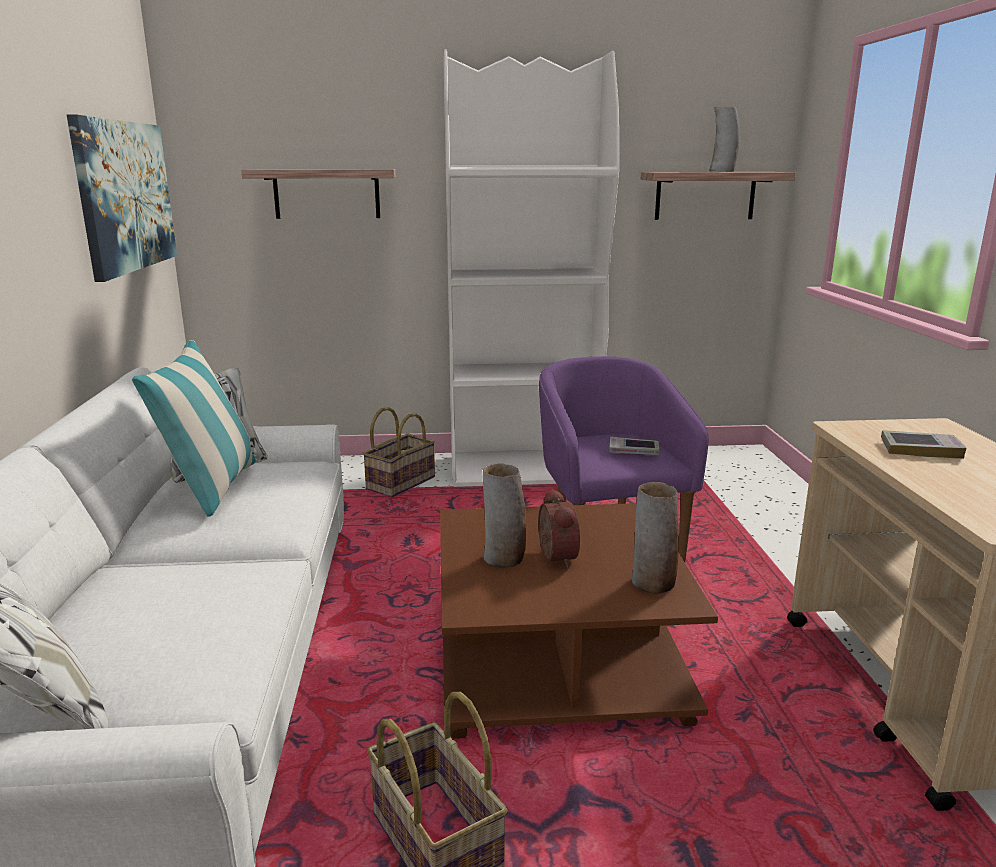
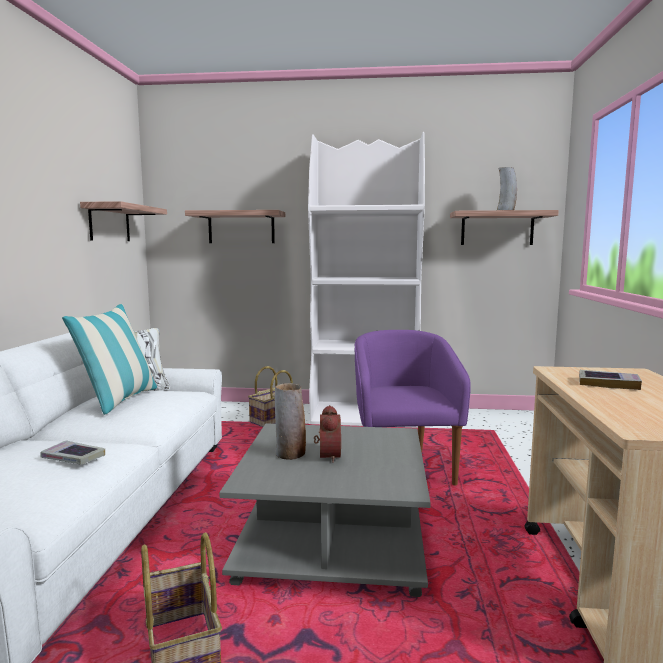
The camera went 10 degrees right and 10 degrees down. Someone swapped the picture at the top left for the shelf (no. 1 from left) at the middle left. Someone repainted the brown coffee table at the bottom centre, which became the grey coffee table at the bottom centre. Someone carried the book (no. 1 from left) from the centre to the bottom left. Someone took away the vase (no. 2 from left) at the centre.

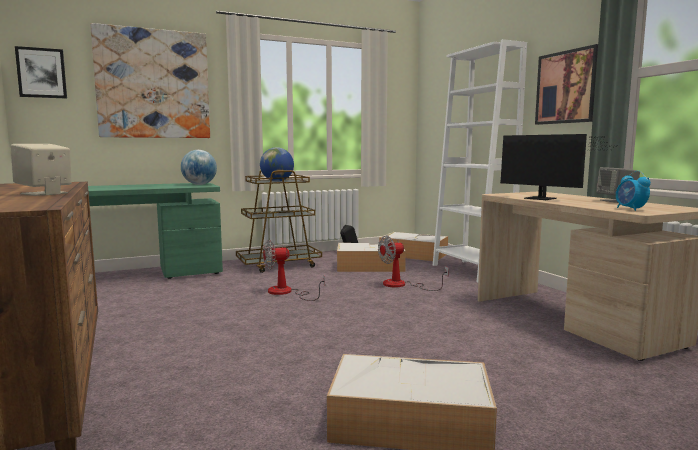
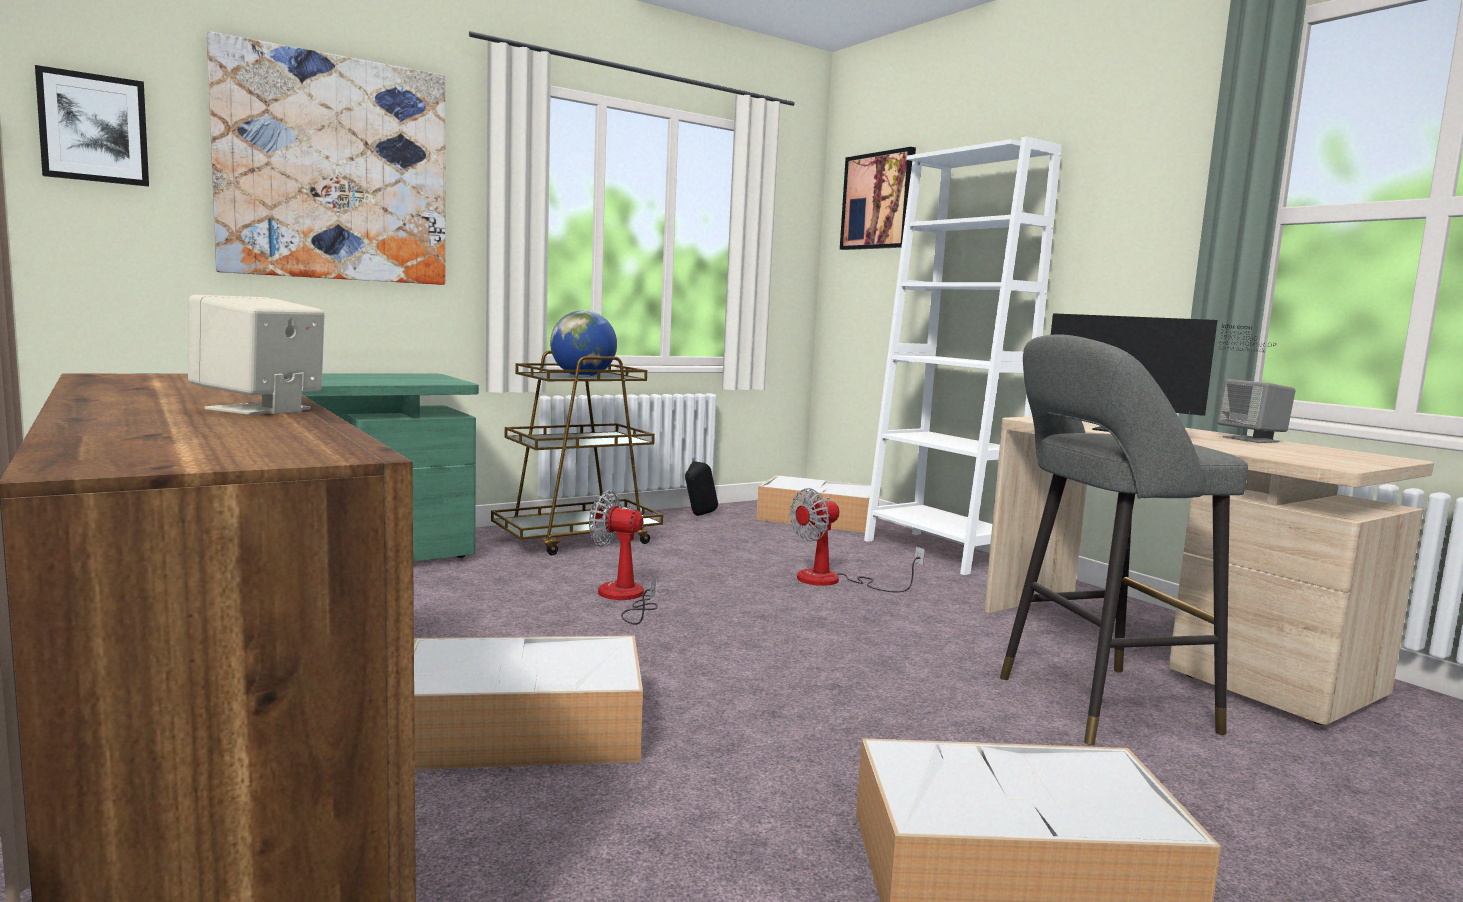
The camera went 10 degrees left and 0 degrees up. Someone took away the globe (no. 1 from left) at the middle left. Someone rotated the fan (no. 1 from left) at the centre by 45 degrees clockwise. Someone carried the storage box (no. 1 from left) from the centre to the bottom centre. Someone carried the picture (no. 3 from left) from the top right to the top centre. Someone took away the alarm clock at the middle right. Someone put down the grey stool at the middle right.

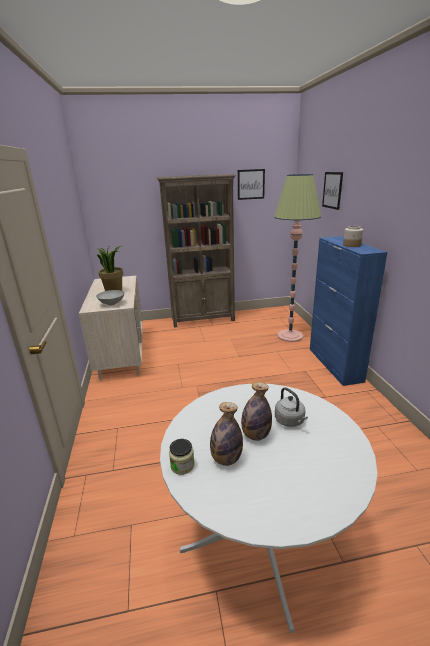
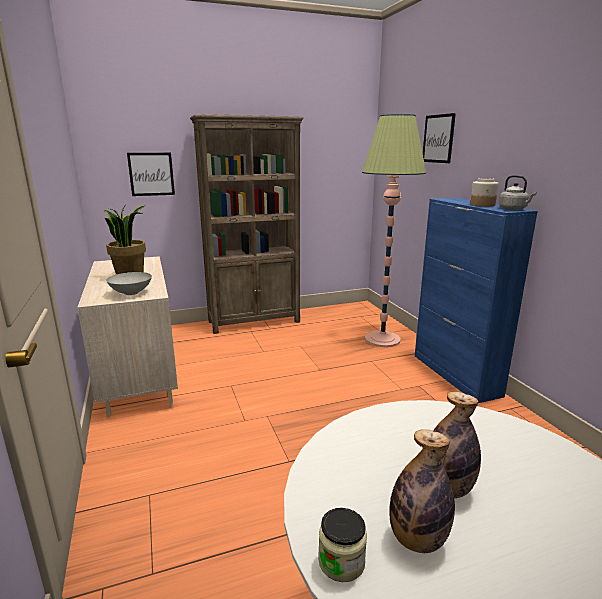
The camera went 10 degrees left and 5 degrees down. Someone carried the picture (no. 1 from left) from the top centre to the top left. Someone carried the grey kettle from the middle right to the top right.

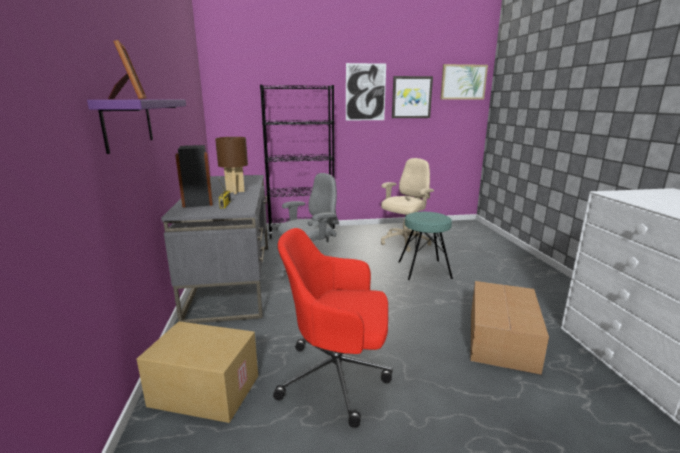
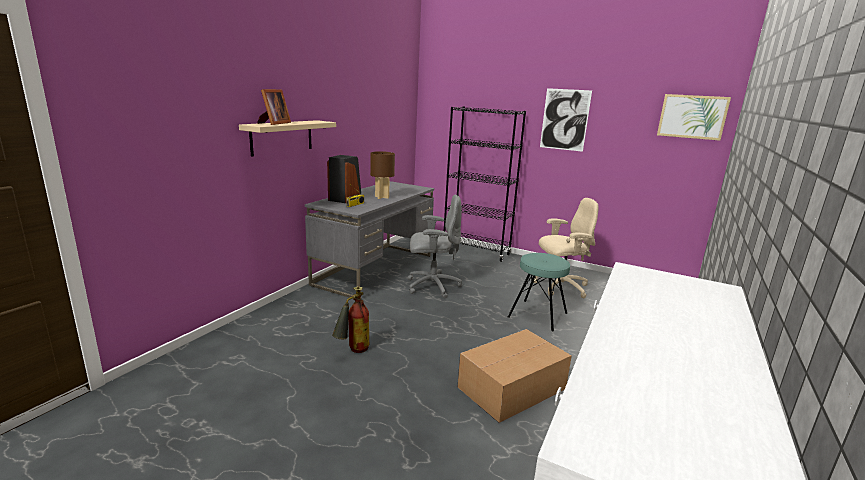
The camera went 35 degrees right and 0 degrees up. Someone repainted the purple shelf at the top left, which became the beige shelf at the top left. Someone took away the cardboard box (no. 1 from left) at the bottom left. Someone swapped the red office chair at the bottom centre for the fire extinguisher at the centre. Someone took away the picture (no. 2 from left) at the top centre.

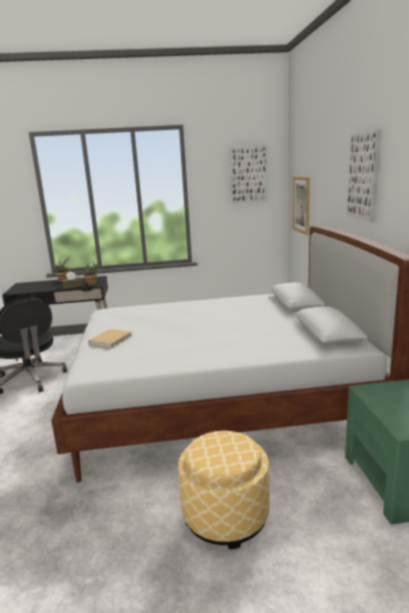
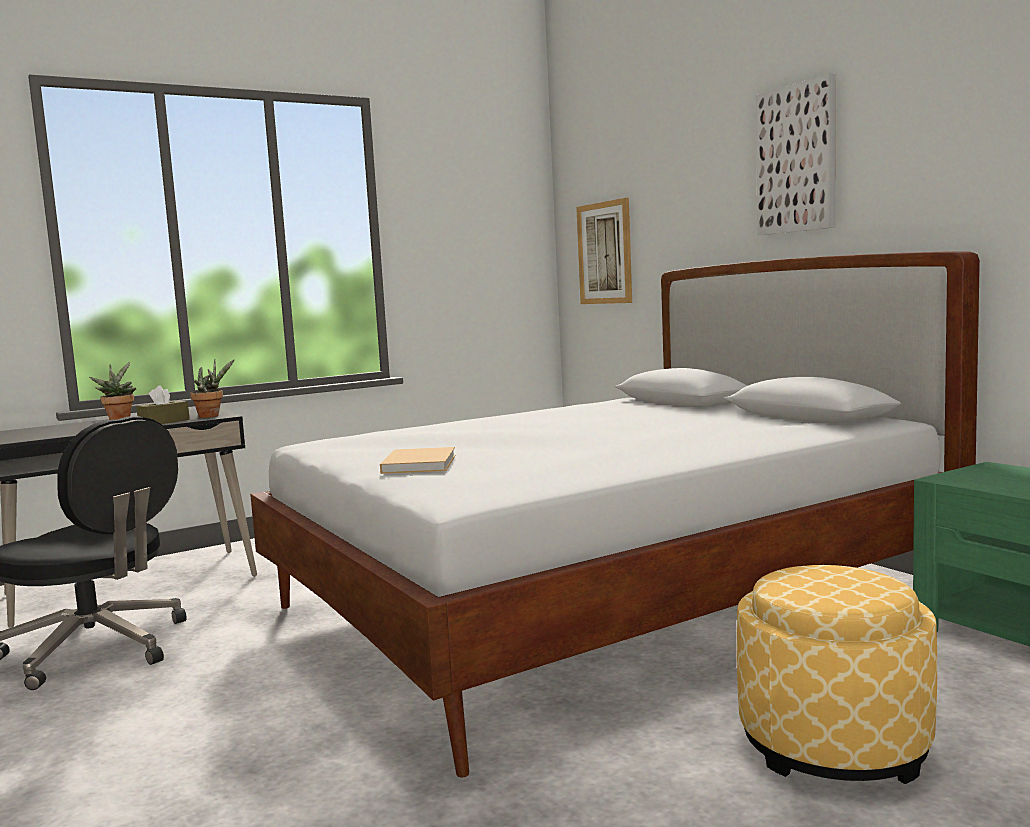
The camera went 25 degrees left and 10 degrees down. Someone took away the picture (no. 1 from left) at the top centre.

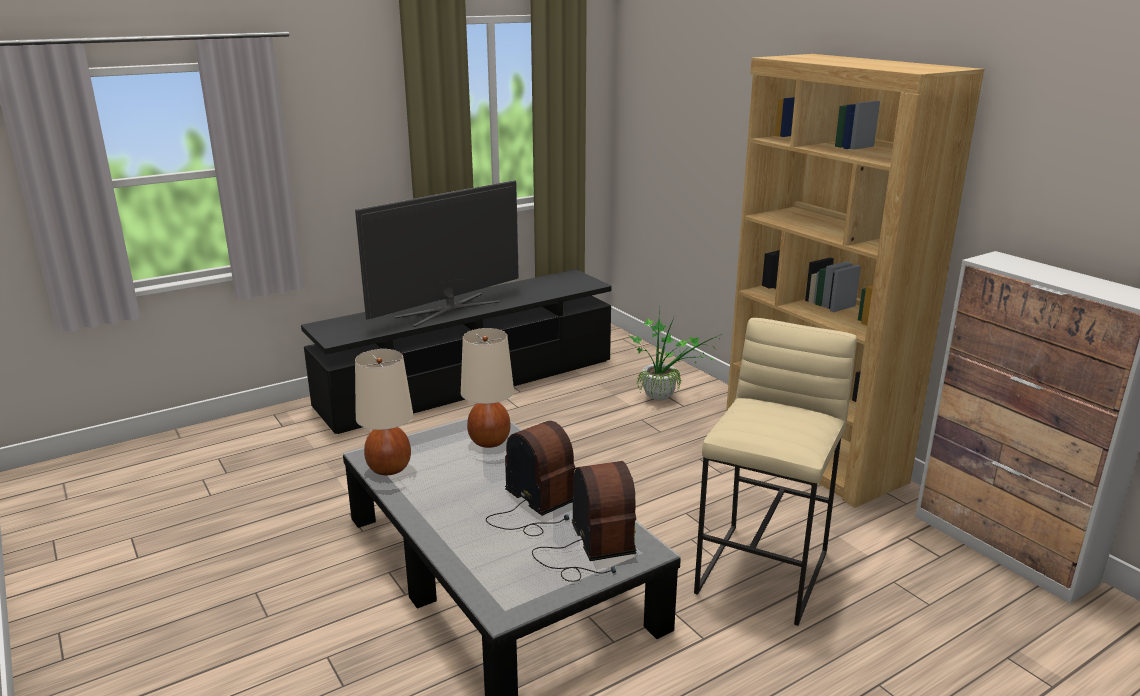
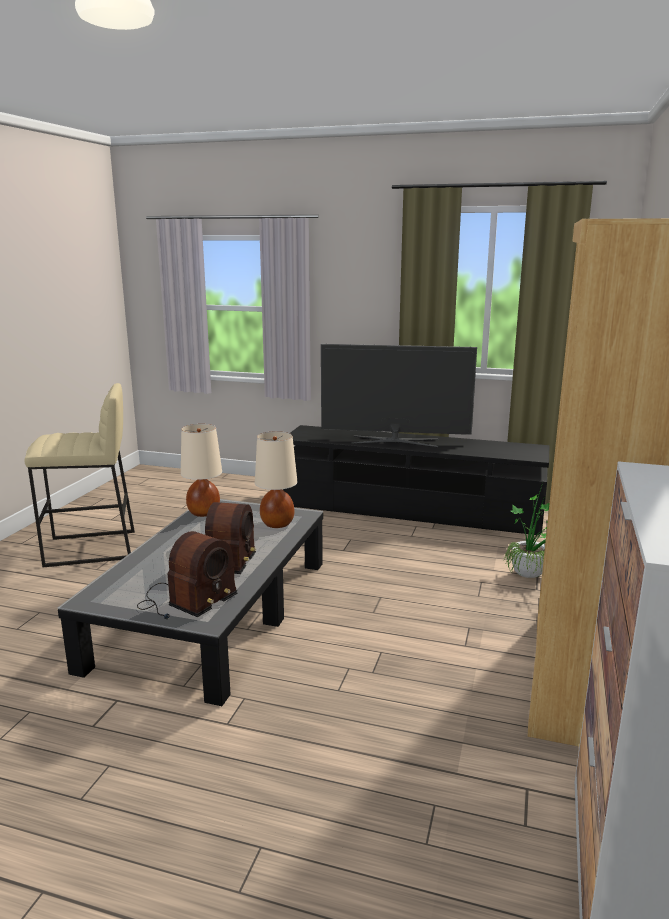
The camera went 50 degrees right and 5 degrees down. Someone carried the beige stool from the bottom right to the middle left.

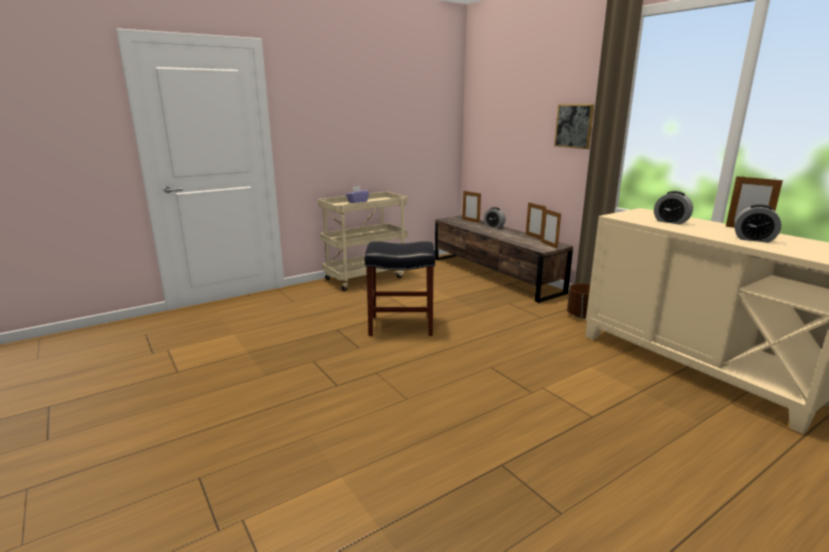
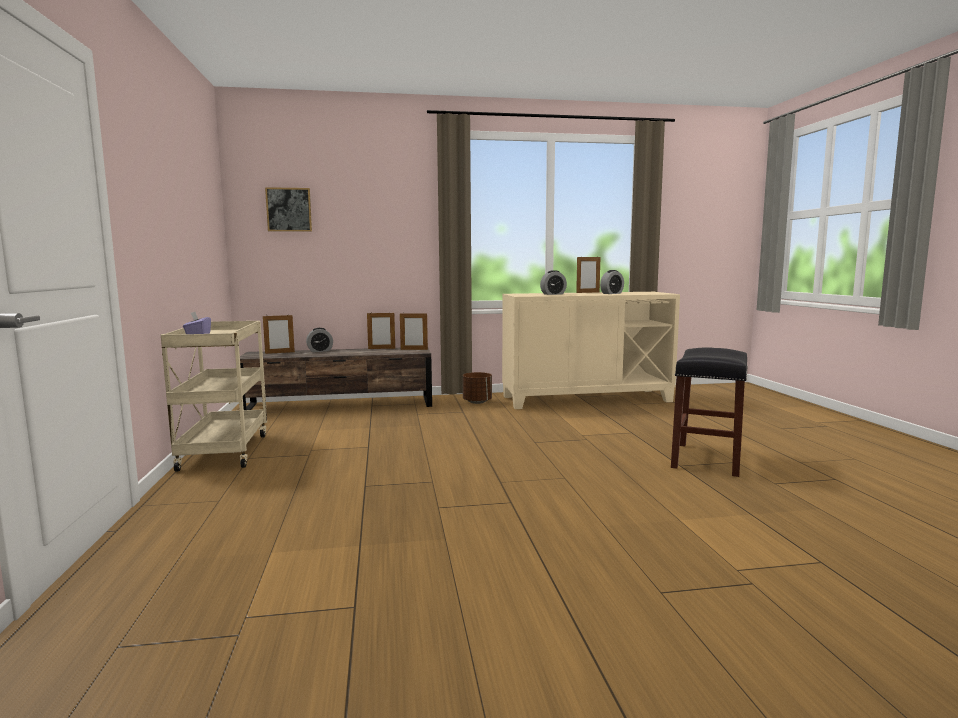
The camera went 65 degrees left and 10 degrees down. Someone carried the black stool from the centre to the middle right. Someone carried the picture from the top right to the top left.

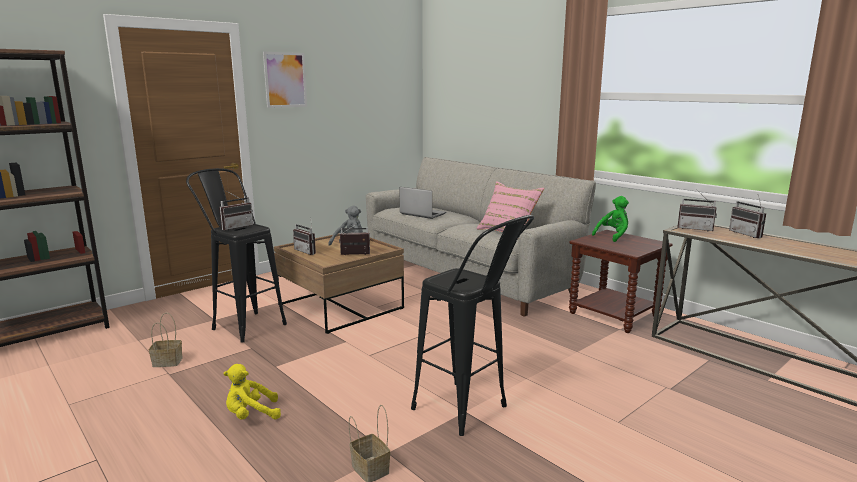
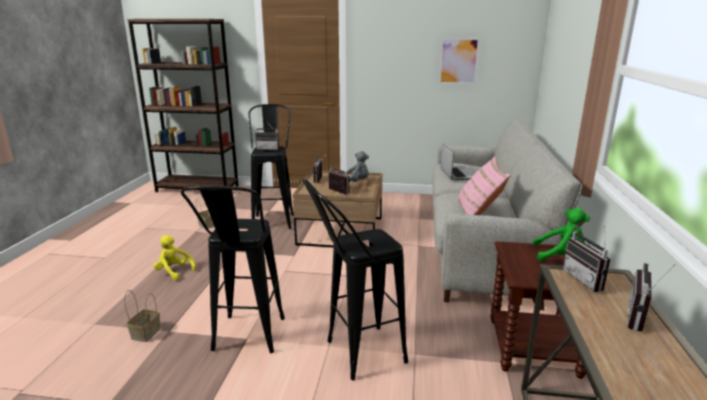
The camera went 50 degrees right and 5 degrees up. Someone carried the picture from the top left to the top centre. Someone put down the black stool (no. 3 from left) at the bottom centre.

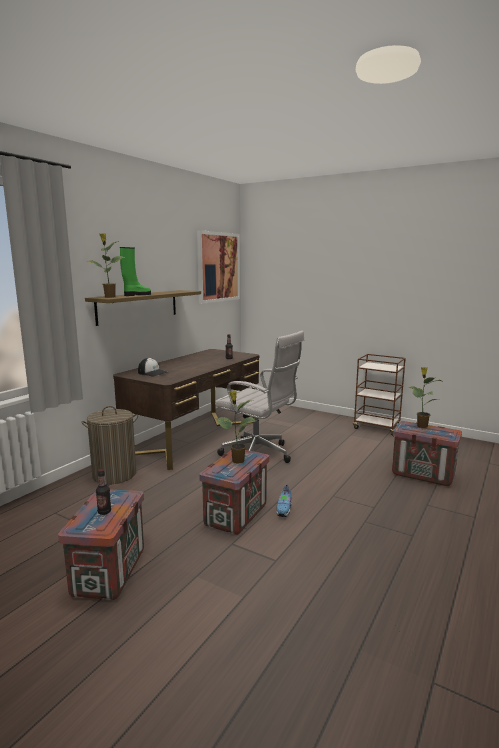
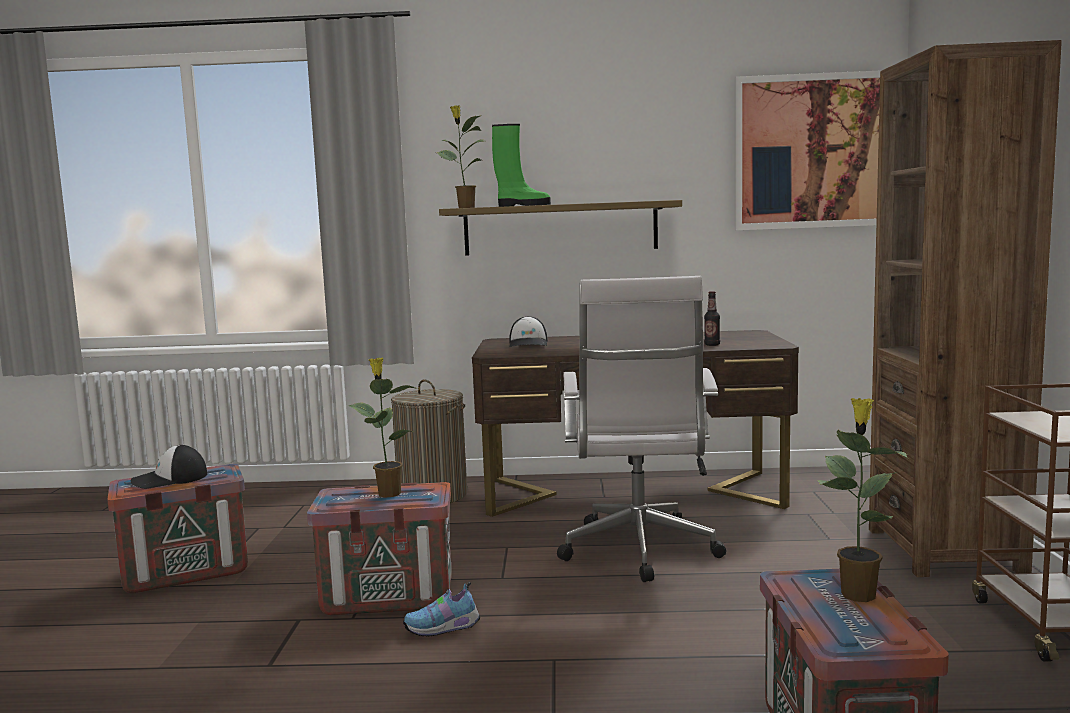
The camera went 60 degrees right and 5 degrees down. Someone swapped the bottle (no. 1 from left) at the middle left for the cap (no. 1 from left) at the middle left. Someone put down the brown bookcase at the middle right.

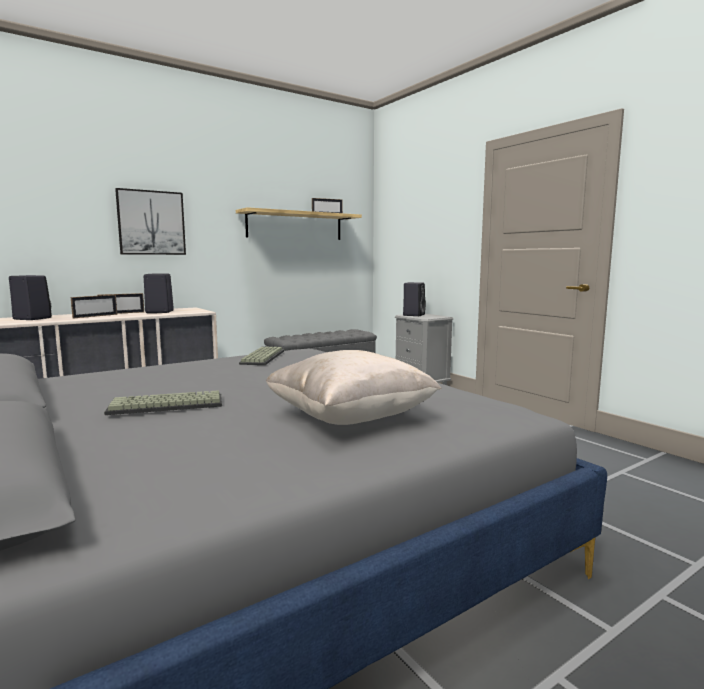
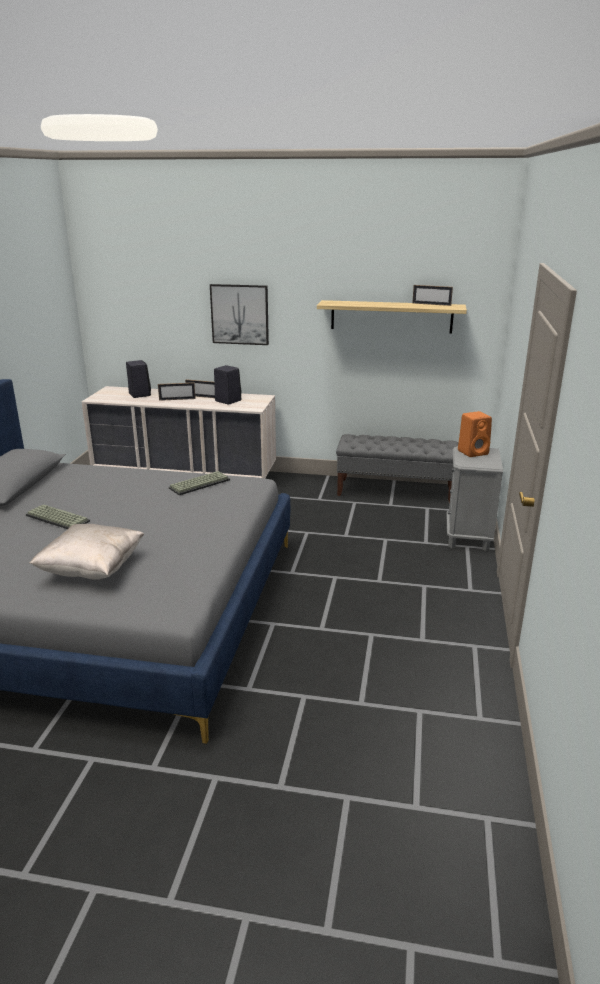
The camera went 45 degrees right and 15 degrees up. Someone repainted the black speaker (no. 3 from left) at the centre, which became the orange speaker at the middle right.

